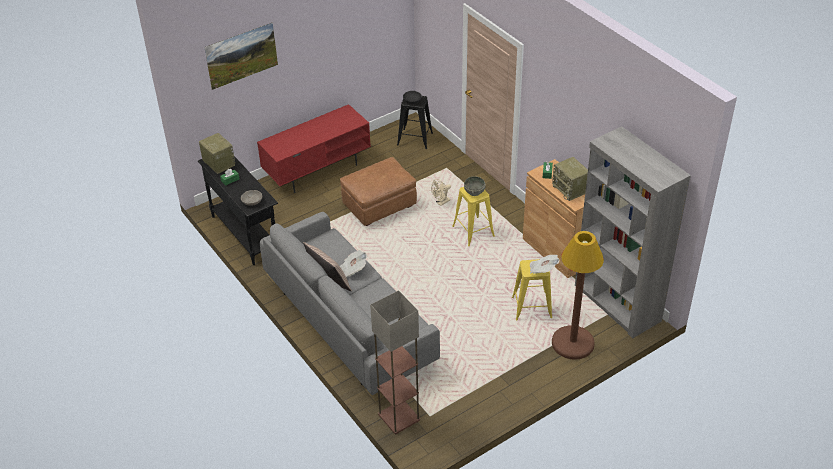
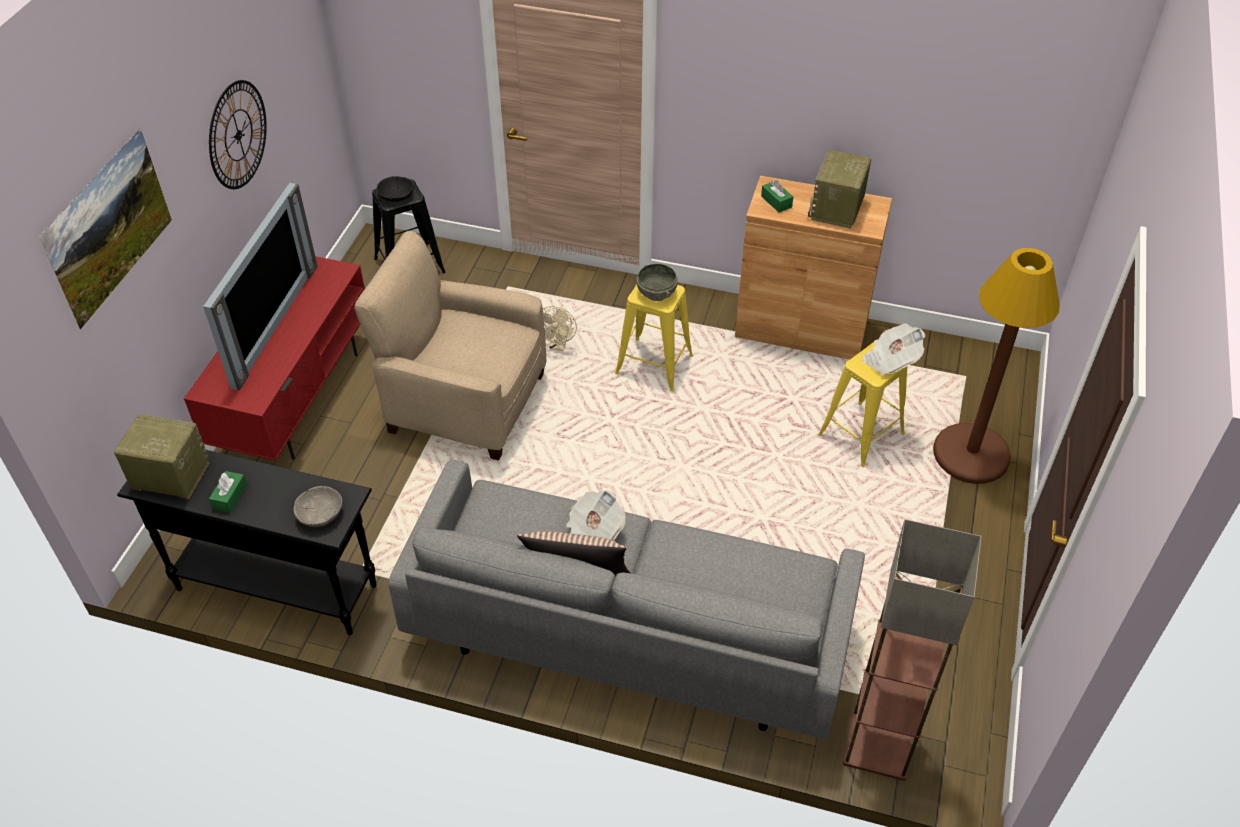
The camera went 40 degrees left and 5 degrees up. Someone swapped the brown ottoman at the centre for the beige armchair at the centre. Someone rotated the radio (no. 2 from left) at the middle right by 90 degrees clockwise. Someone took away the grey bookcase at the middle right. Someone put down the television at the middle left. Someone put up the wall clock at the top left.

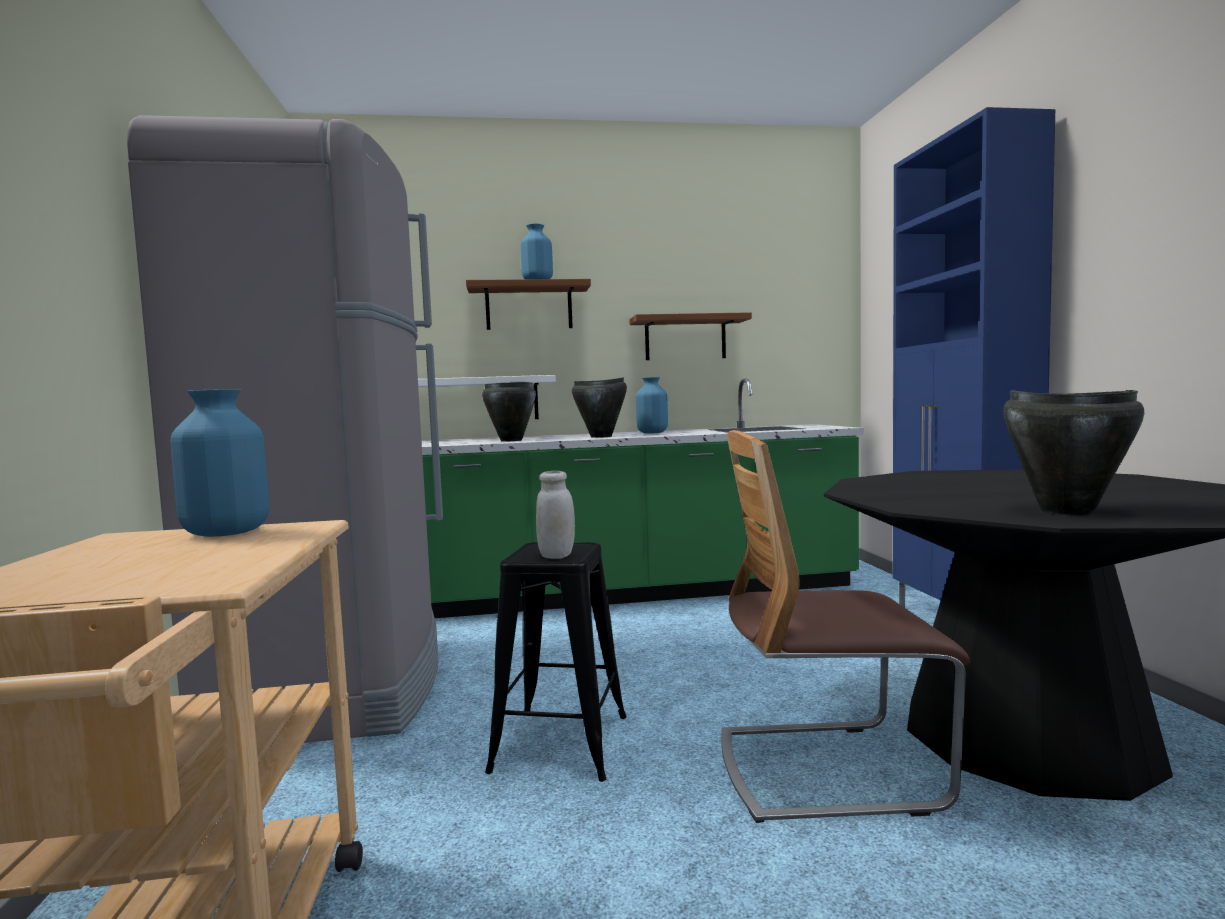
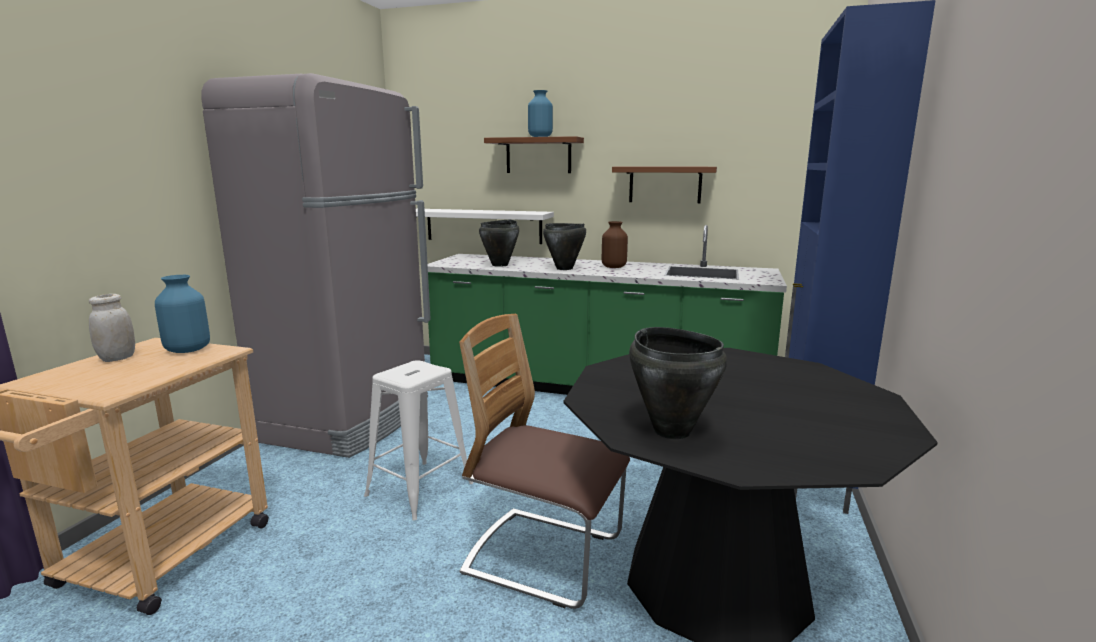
The camera went 25 degrees right and 10 degrees up. Someone repainted the black stool at the bottom centre, which became the white stool at the bottom centre. Someone carried the white jar from the centre to the middle left. Someone repainted the blue vase (no. 3 from left) at the centre, which became the brown vase at the centre.

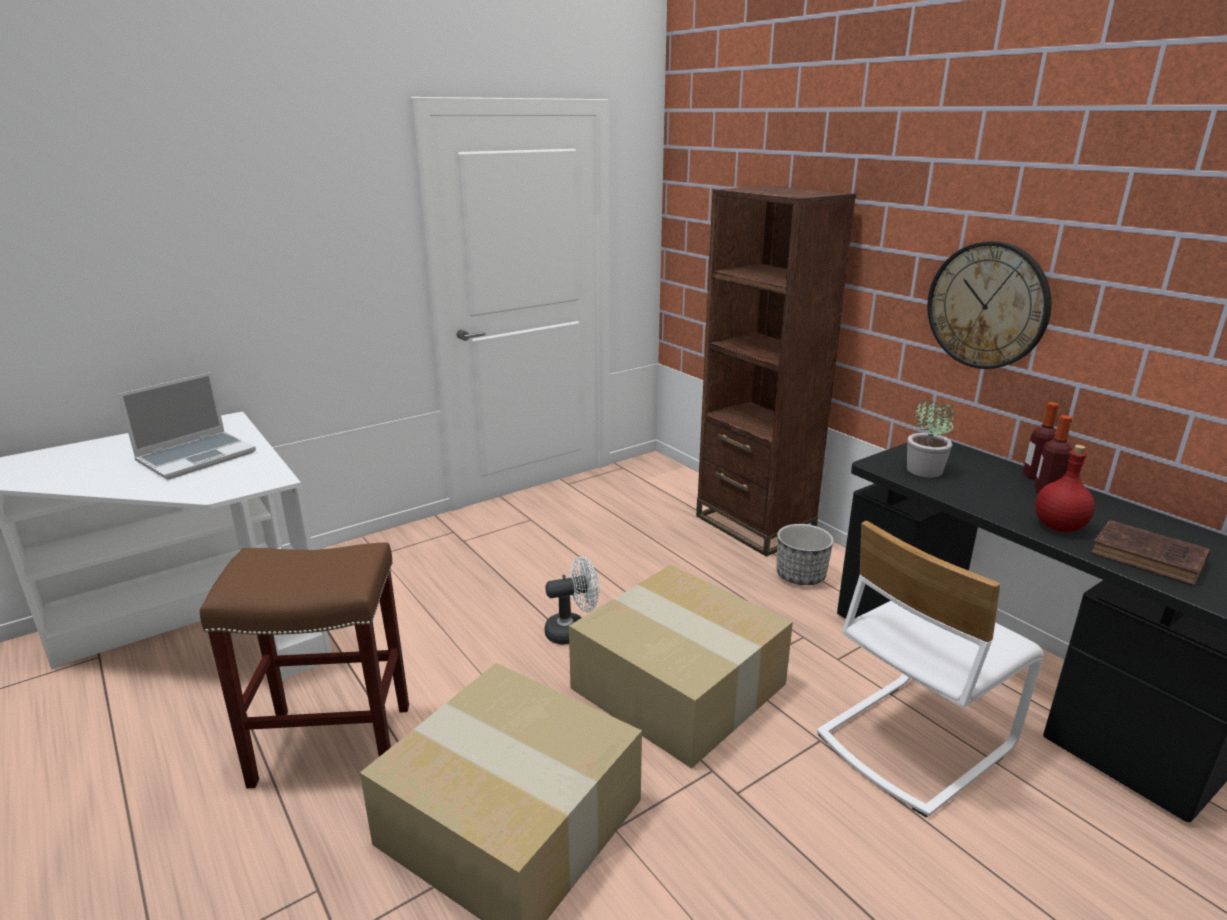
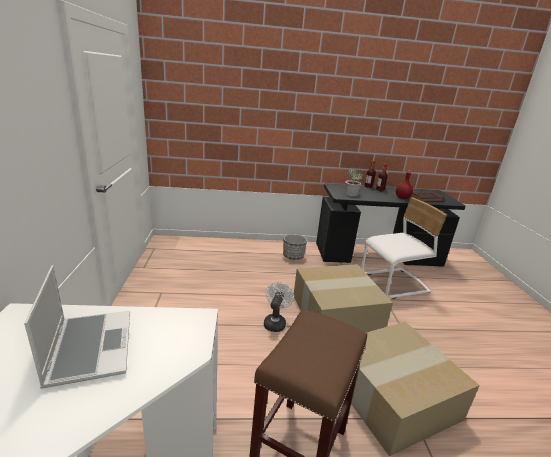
The camera went 60 degrees left and 0 degrees up. Someone took away the brown bookcase at the centre. Someone rotated the white chair at the bottom right by 105 degrees counterclockwise. Someone took away the wall clock at the top right.

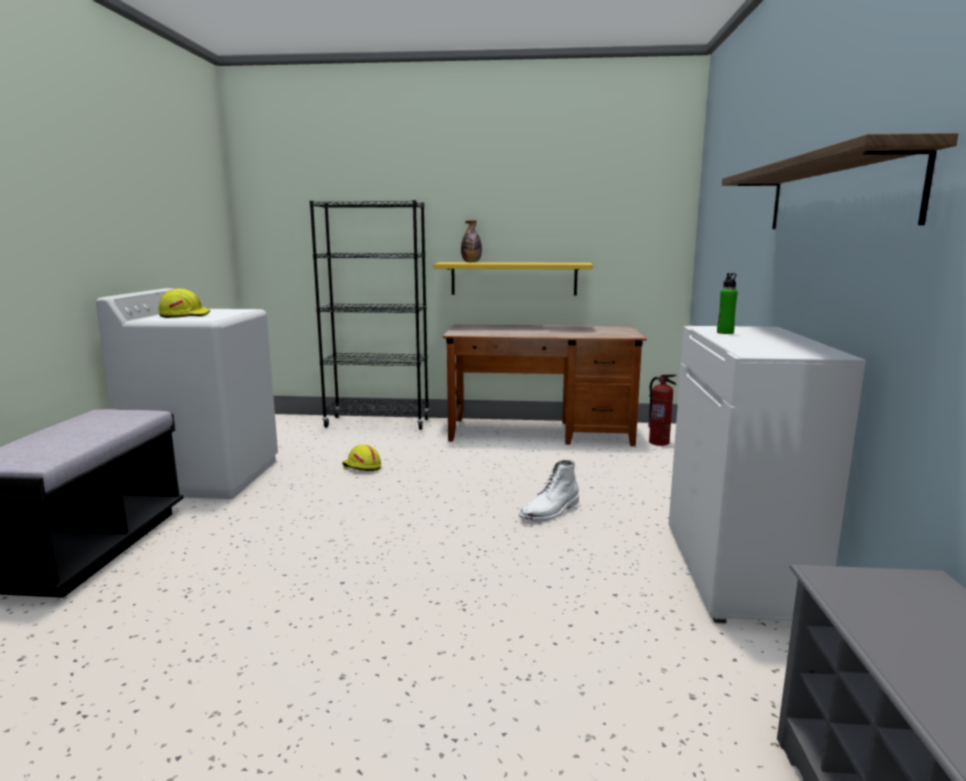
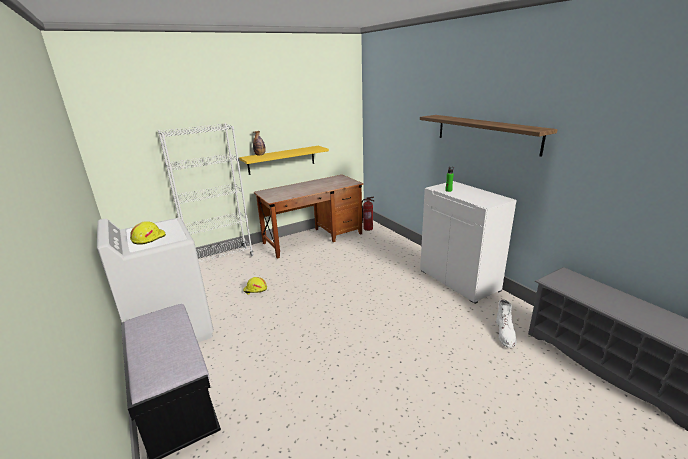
The camera went 35 degrees left and 10 degrees up. Someone repainted the black bookcase at the centre, which became the white bookcase at the middle left. Someone carried the white boot from the centre to the bottom right.

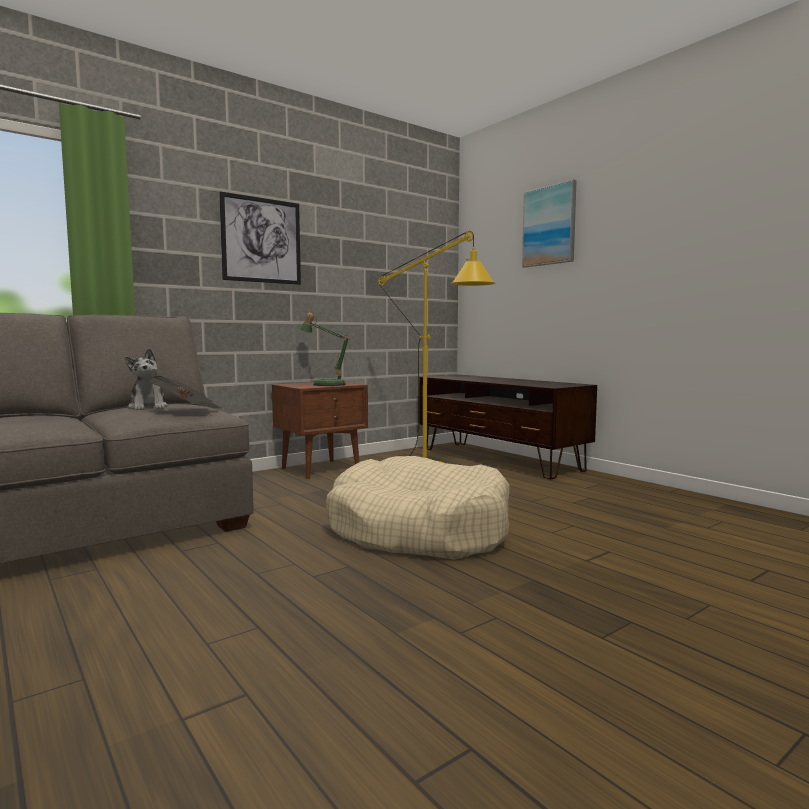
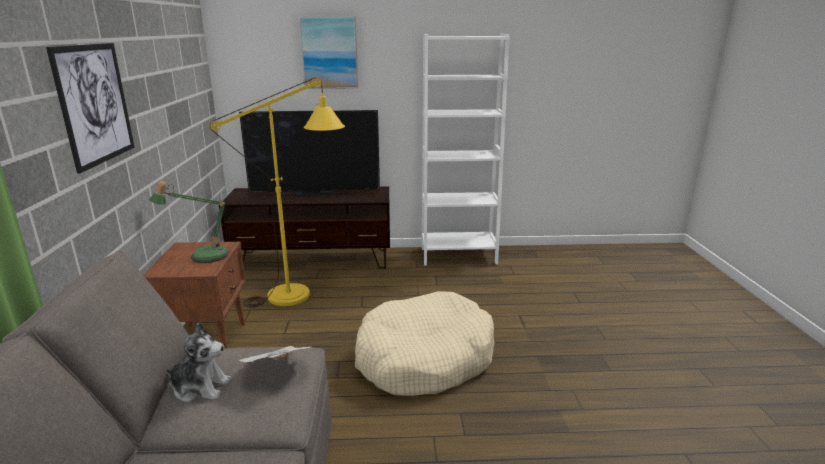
The camera went 55 degrees left and 15 degrees up. Someone put down the television at the top centre. Someone put down the white bookcase at the top centre.

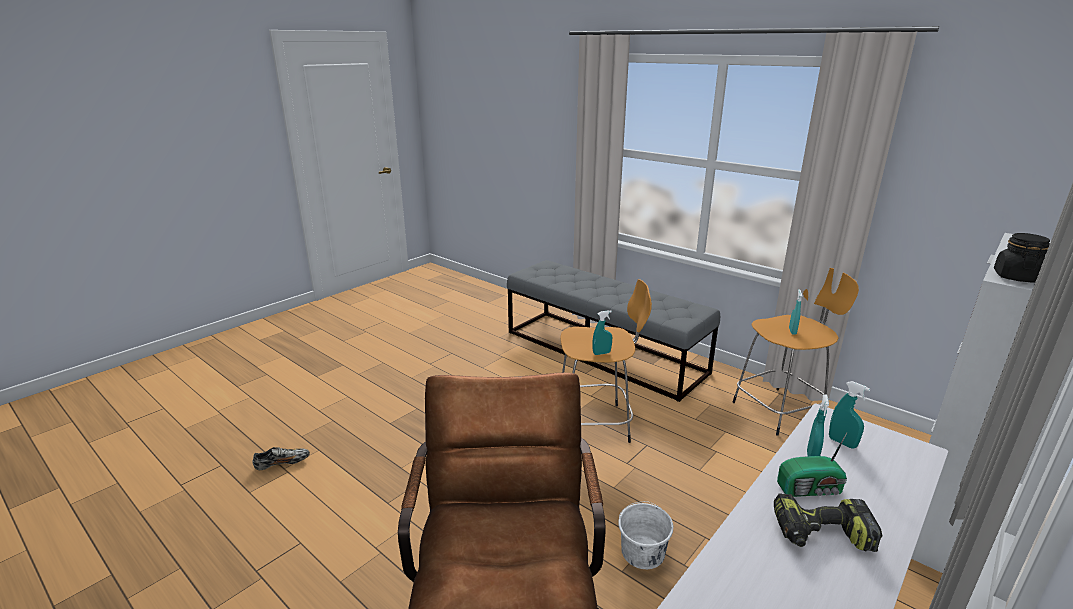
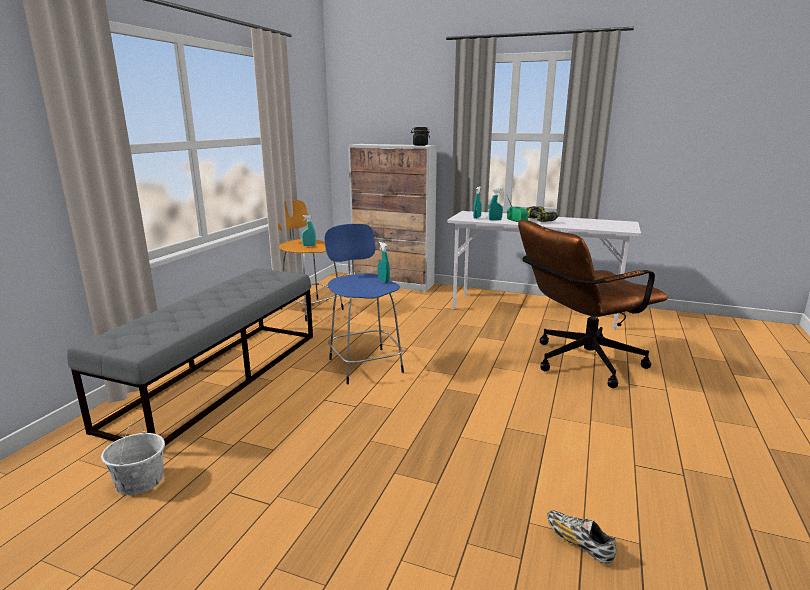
The camera went 110 degrees left and 5 degrees down. Someone repainted the orange stool (no. 1 from left) at the centre, which became the blue stool at the centre. Someone carried the white bucket from the bottom centre to the bottom left.

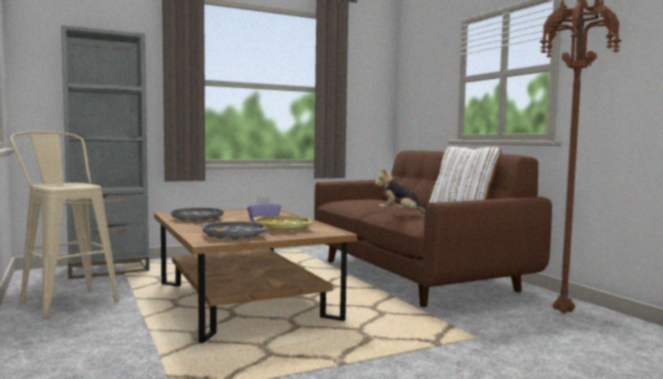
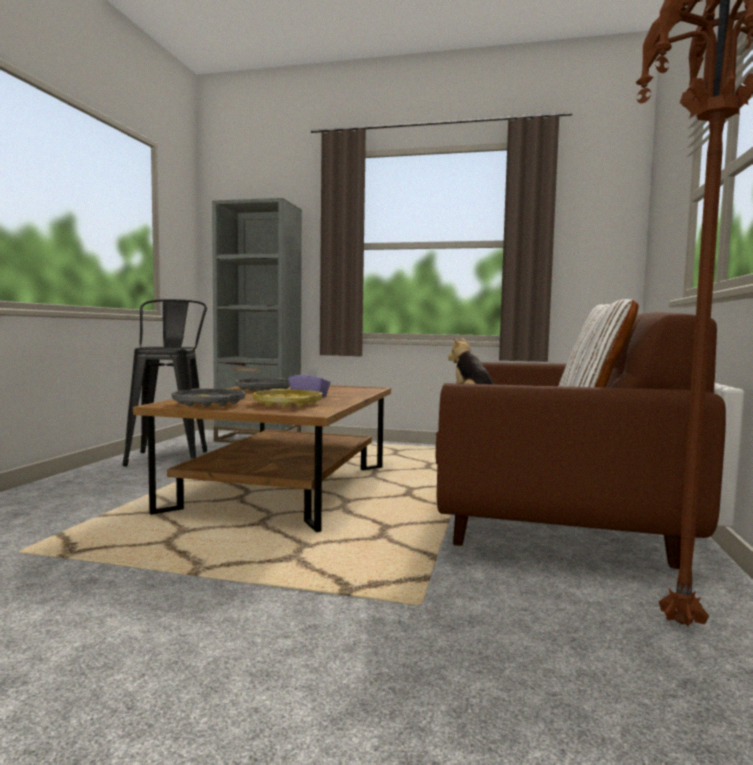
The camera went 40 degrees right and 0 degrees up. Someone repainted the beige stool at the middle left, which became the black stool at the middle left.

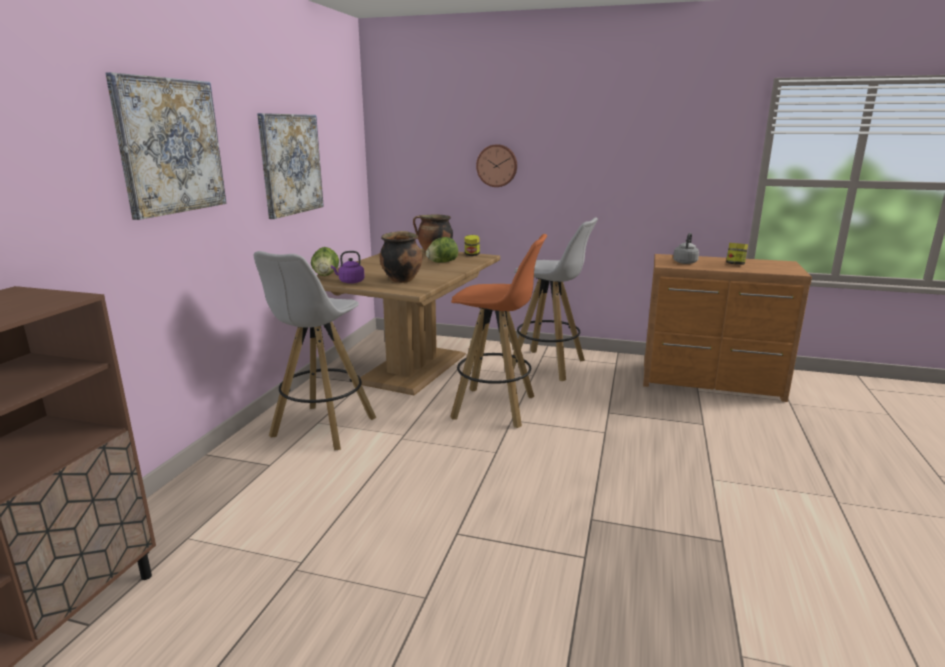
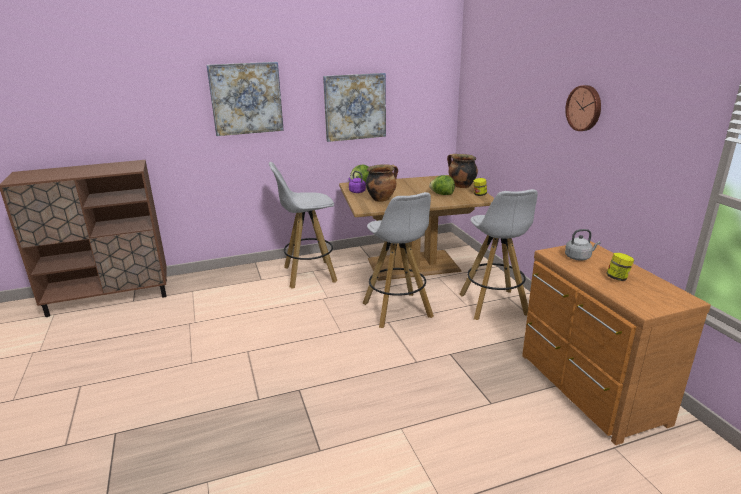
The camera went 55 degrees right and 5 degrees up. Someone repainted the orange stool at the centre, which became the white stool (no. 2 from left) at the centre. Someone carried the wall clock from the top centre to the top right.

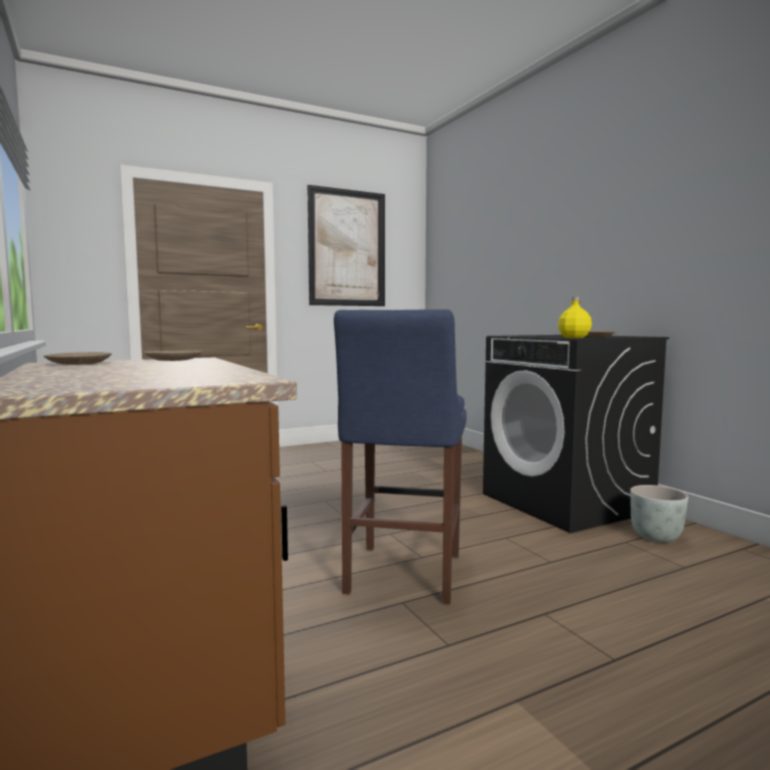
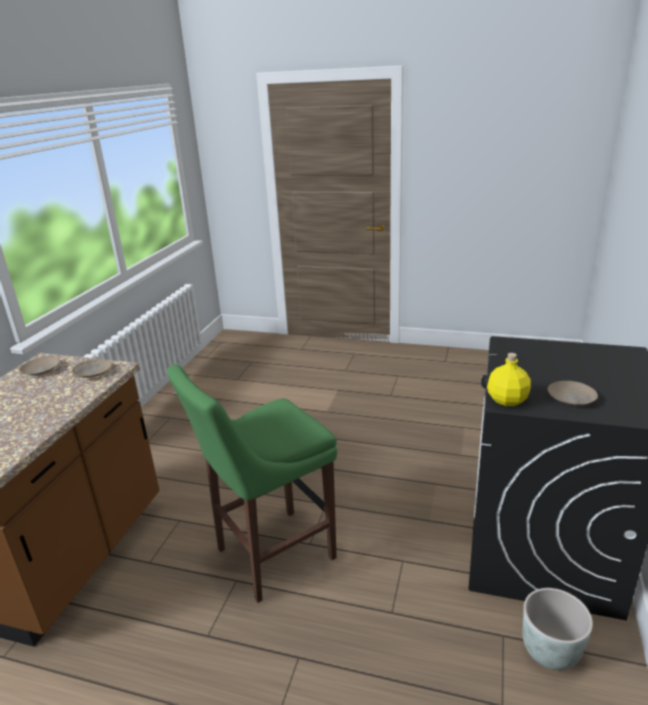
The camera went 45 degrees right and 20 degrees up. Someone took away the picture at the top centre. Someone repainted the blue stool at the centre, which became the green stool at the bottom centre.

